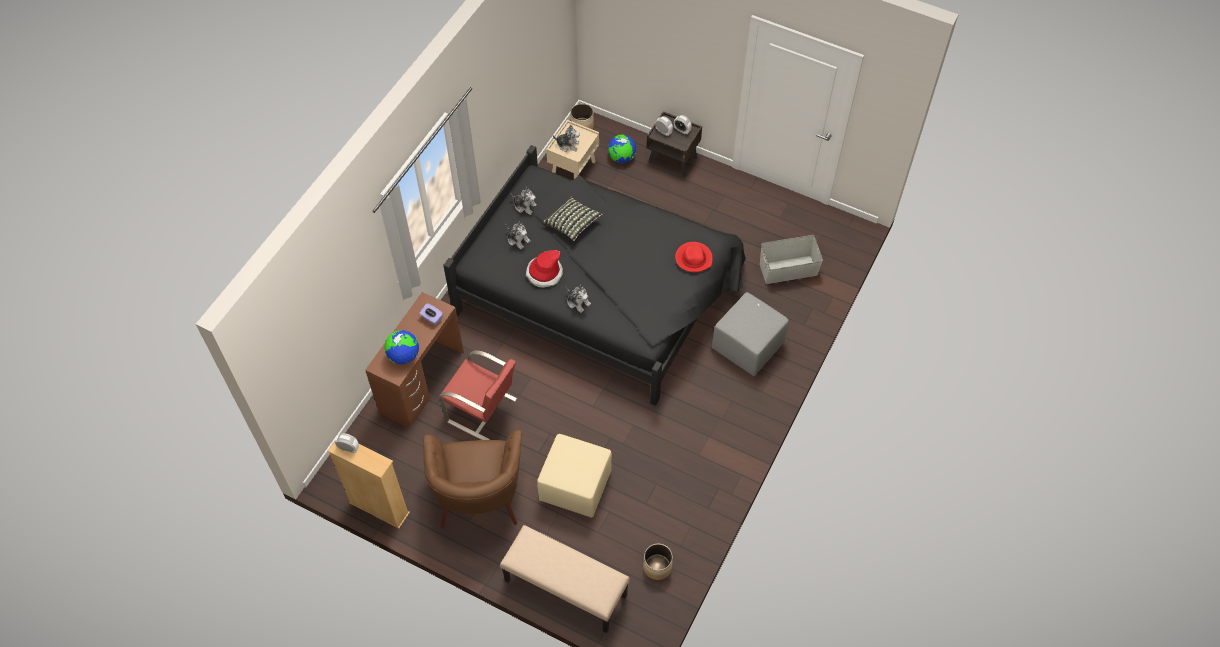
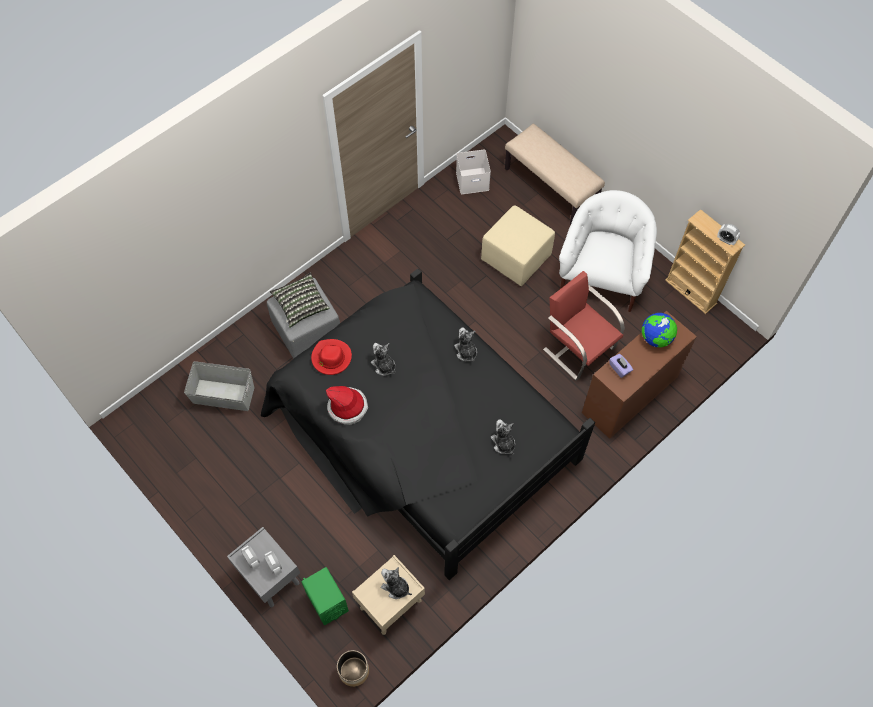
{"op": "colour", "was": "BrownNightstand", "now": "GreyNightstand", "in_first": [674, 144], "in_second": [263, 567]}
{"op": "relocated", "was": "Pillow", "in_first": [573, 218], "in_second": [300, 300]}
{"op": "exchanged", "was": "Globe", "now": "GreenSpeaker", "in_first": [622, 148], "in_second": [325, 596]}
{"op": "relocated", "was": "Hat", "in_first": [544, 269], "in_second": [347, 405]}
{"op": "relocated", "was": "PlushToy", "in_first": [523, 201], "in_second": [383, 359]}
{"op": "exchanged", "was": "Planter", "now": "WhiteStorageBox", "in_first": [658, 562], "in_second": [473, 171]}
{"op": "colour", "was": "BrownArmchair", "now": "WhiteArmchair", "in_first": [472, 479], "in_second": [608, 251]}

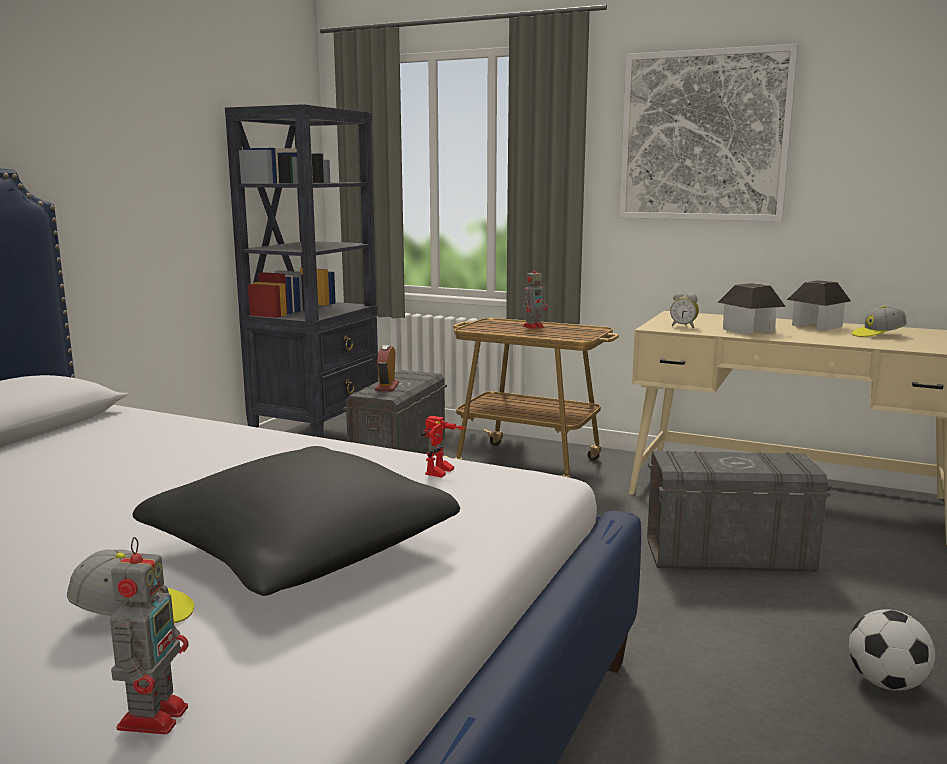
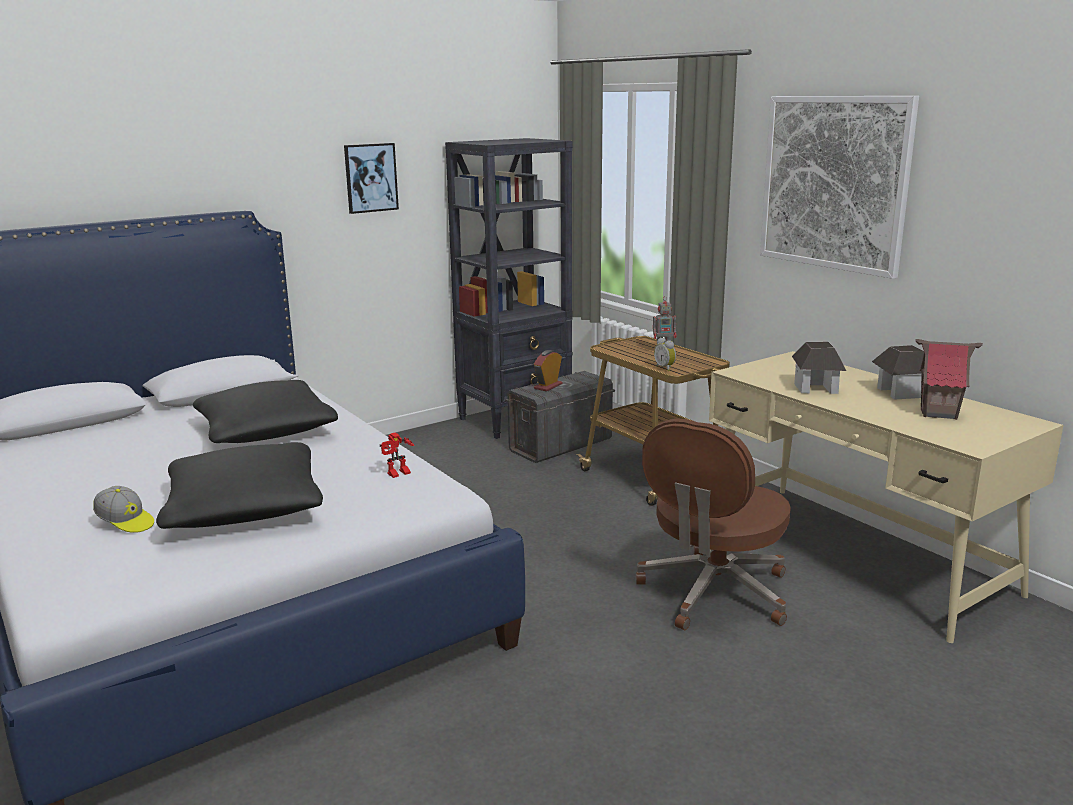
{"op": "appeared", "now": "BlackPillow", "in_second": [265, 411]}
{"op": "appeared", "now": "Picture", "in_second": [371, 178]}
{"op": "exchanged", "was": "GreyStorageBox", "now": "BrownOfficeChair", "in_first": [739, 511], "in_second": [713, 524]}
{"op": "relocated", "was": "AlarmClock", "in_first": [684, 310], "in_second": [665, 354]}
{"op": "exchanged", "was": "Cap", "now": "ToyHouse", "in_first": [879, 321], "in_second": [949, 379]}
{"op": "missing", "was": "ToyRobot", "in_first": [149, 636]}
{"op": "missing", "was": "Football", "in_first": [892, 650]}

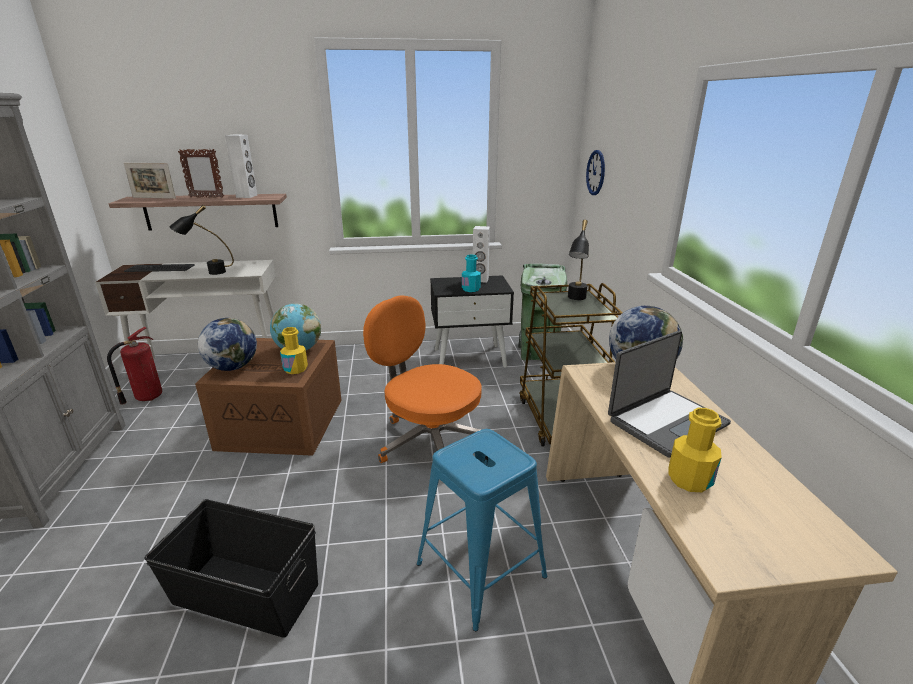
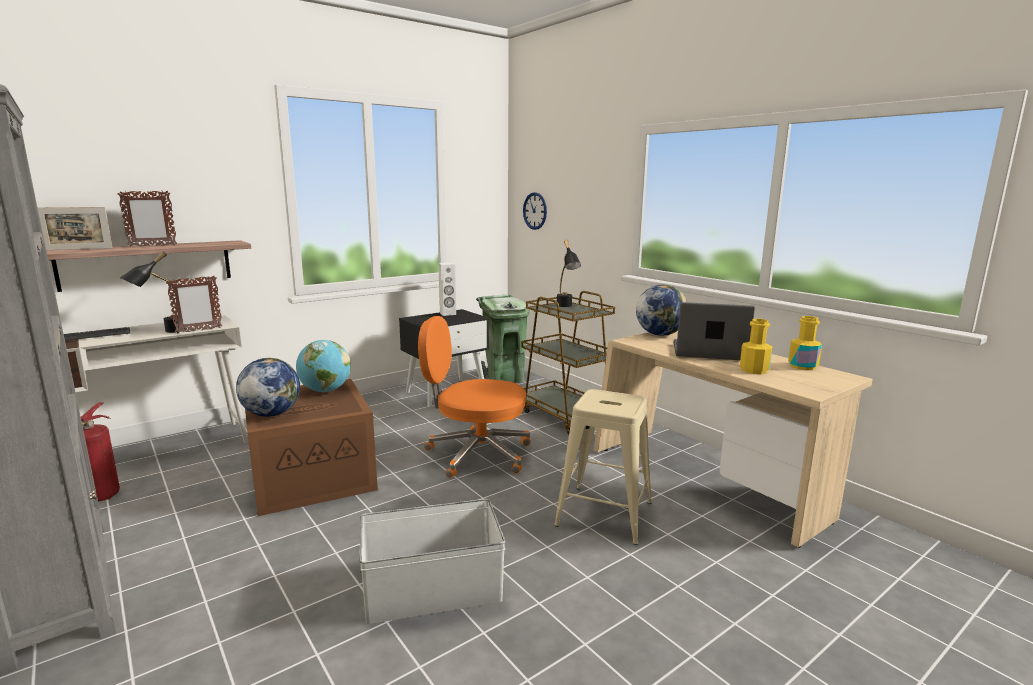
{"op": "appeared", "now": "PictureFrame", "in_second": [194, 304]}
{"op": "colour", "was": "BlackStorageBox", "now": "WhiteStorageBox", "in_first": [231, 568], "in_second": [432, 561]}
{"op": "colour", "was": "BlueStool", "now": "BeigeStool", "in_first": [482, 530], "in_second": [603, 467]}
{"op": "spun", "was": "Laptop", "in_first": [669, 394], "in_second": [714, 331], "clockwise": -105}
{"op": "relocated", "was": "YellowBottle", "in_first": [294, 350], "in_second": [805, 343]}
{"op": "missing", "was": "WhiteSpeaker", "in_first": [241, 166]}
{"op": "missing", "was": "TurquoiseBottle", "in_first": [471, 273]}

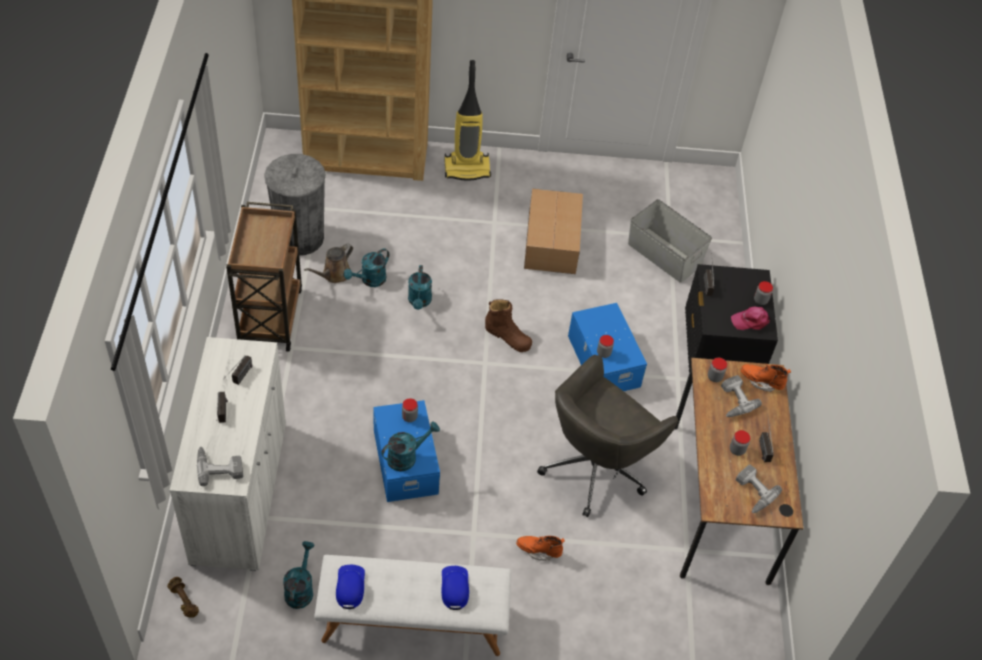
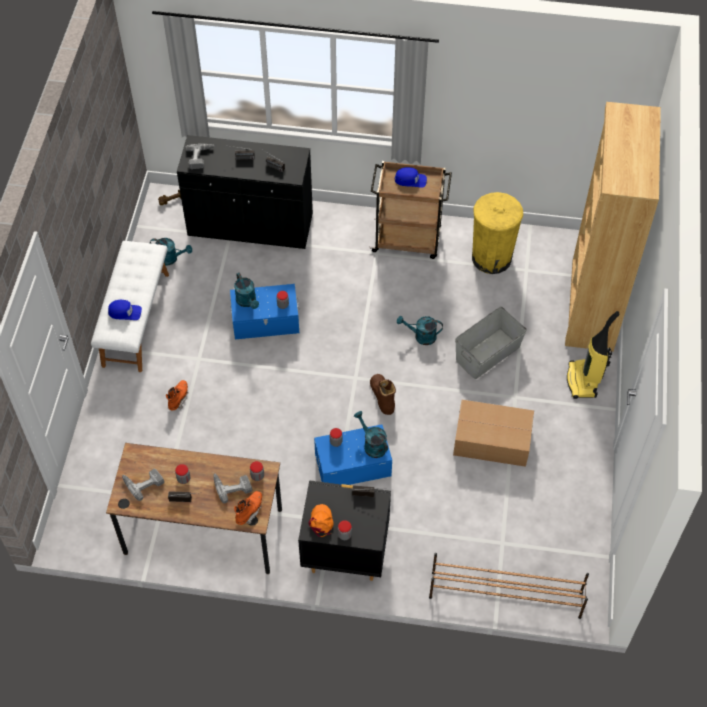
{"op": "colour", "was": "WhiteCabinet", "now": "BlackCabinet", "in_first": [227, 454], "in_second": [245, 192]}
{"op": "colour", "was": "PinkCap", "now": "OrangeCap", "in_first": [750, 318], "in_second": [321, 520]}
{"op": "relocated", "was": "TurquoiseWateringCan", "in_first": [366, 267], "in_second": [371, 434]}
{"op": "spun", "was": "BrownBoot", "in_first": [508, 325], "in_second": [383, 394], "clockwise": 120}
{"op": "relocated", "was": "BlueCap", "in_first": [350, 587], "in_second": [411, 177]}
{"op": "appeared", "now": "BrownShoeRack", "in_second": [509, 586]}
{"op": "relocated", "was": "GreyStorageBox", "in_first": [670, 241], "in_second": [491, 342]}
{"op": "colour", "was": "GreyTrashCan", "now": "YellowTrashCan", "in_first": [295, 205], "in_second": [497, 233]}
{"op": "missing", "was": "BrownWateringCan", "in_first": [328, 263]}
{"op": "missing", "was": "GreyOfficeChair", "in_first": [608, 436]}

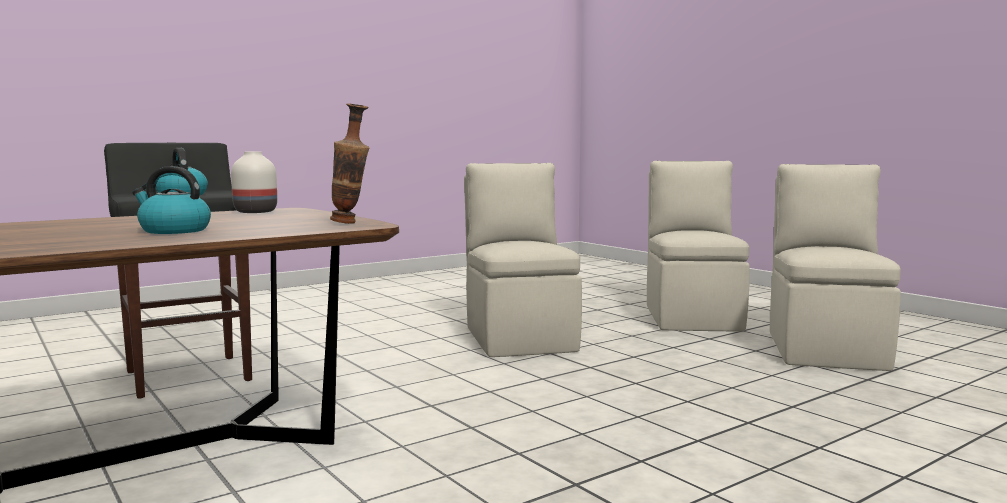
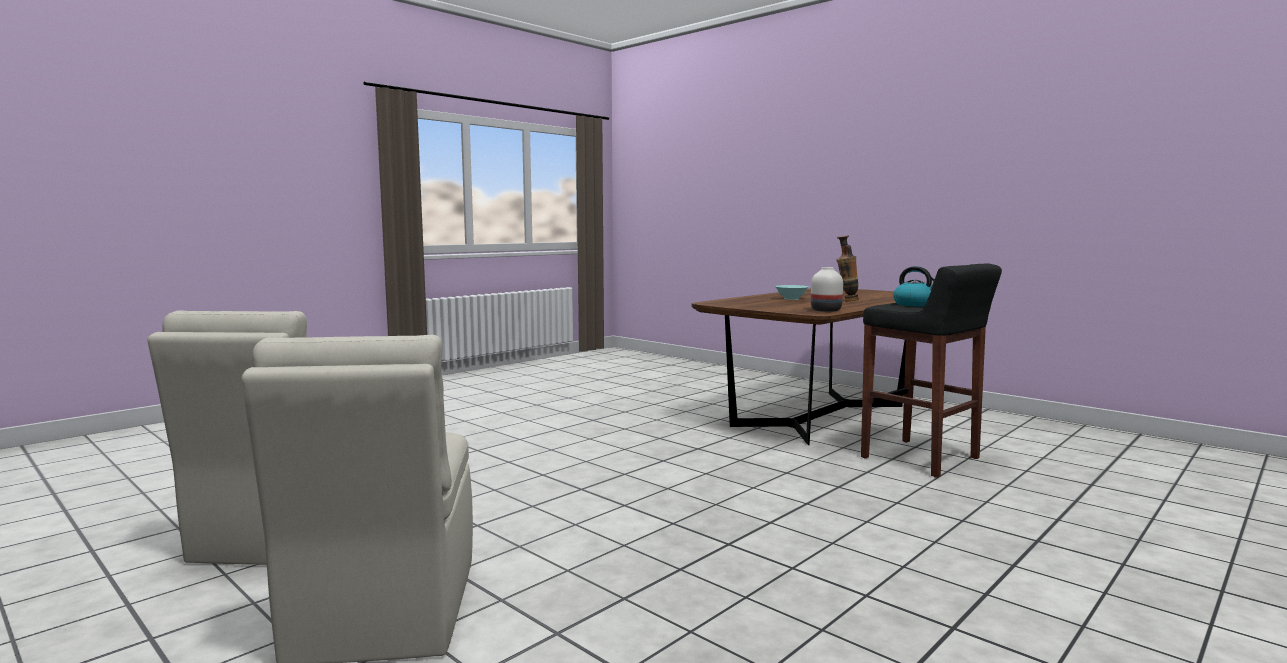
{"op": "exchanged", "was": "Kettle", "now": "TurquoiseBowl", "in_first": [171, 200], "in_second": [792, 292]}
{"op": "relocated", "was": "Vase", "in_first": [349, 163], "in_second": [847, 269]}
{"op": "missing", "was": "BeigeChair", "in_first": [523, 260]}

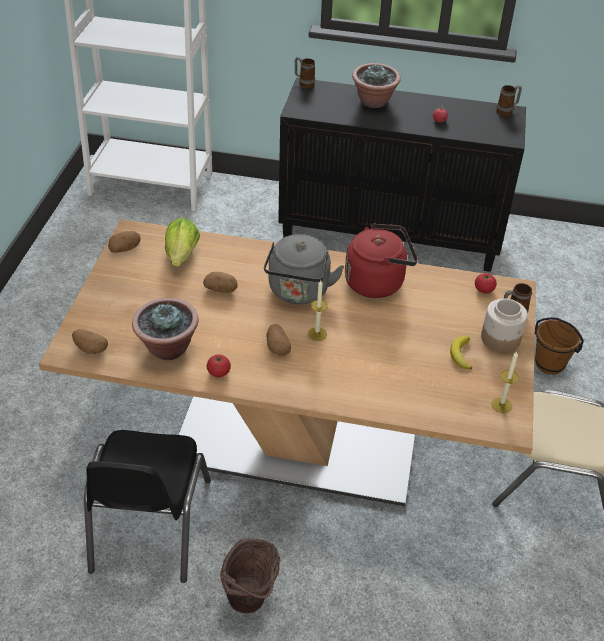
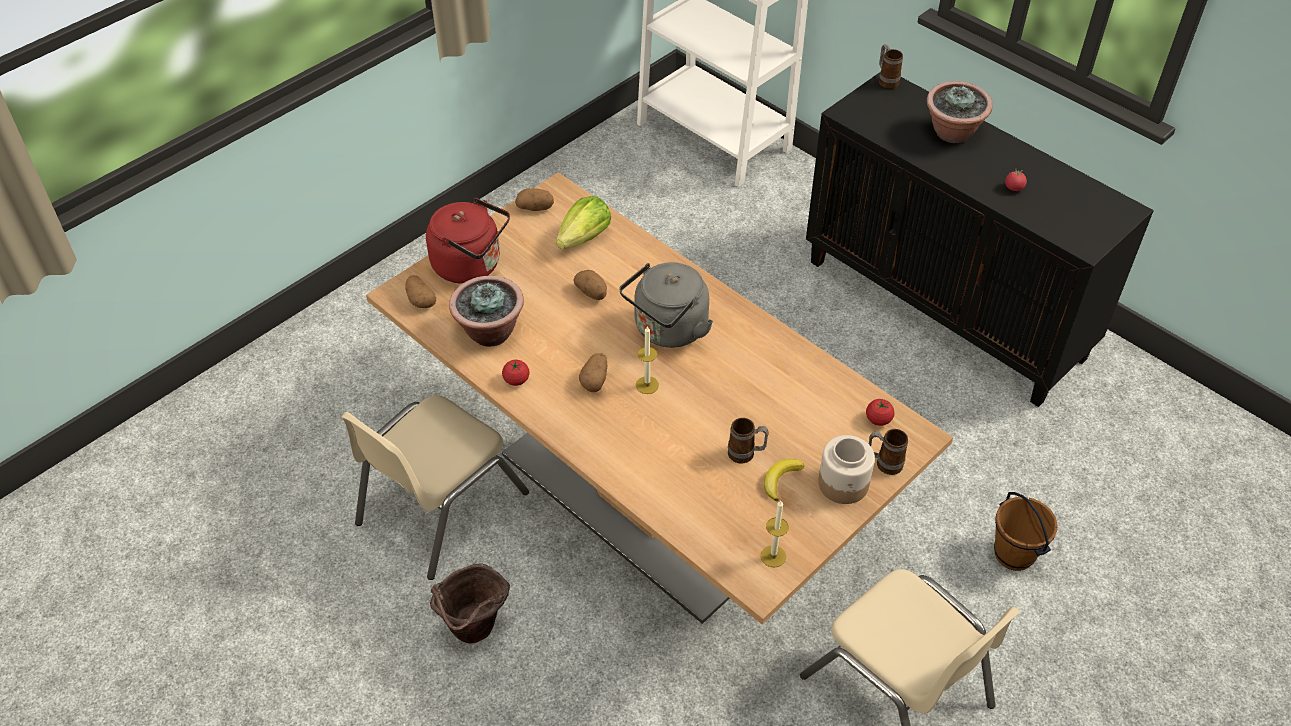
{"op": "colour", "was": "BlackChair", "now": "BeigeChair", "in_first": [147, 506], "in_second": [435, 487]}
{"op": "relocated", "was": "RedKettle", "in_first": [381, 260], "in_second": [468, 241]}
{"op": "relocated", "was": "Mug", "in_first": [509, 100], "in_second": [748, 440]}

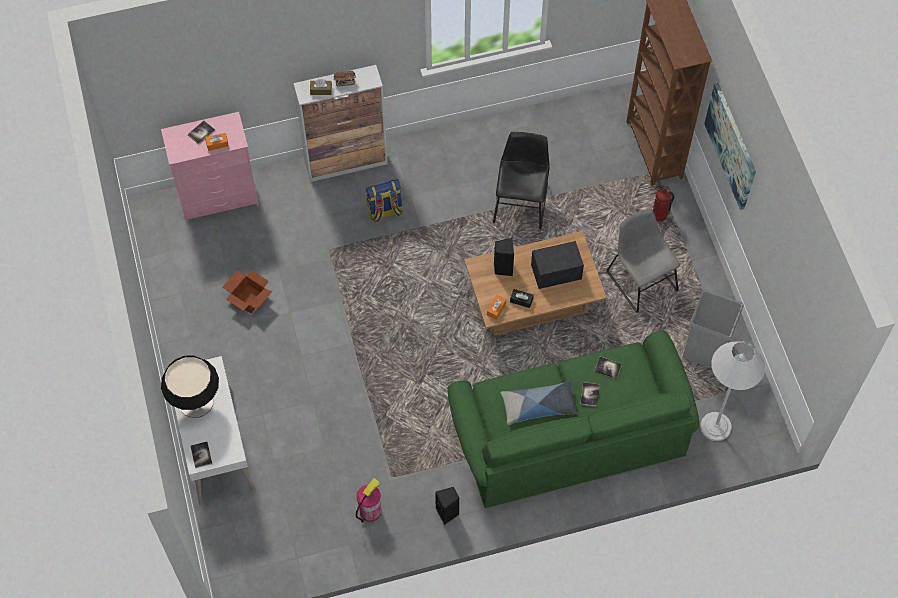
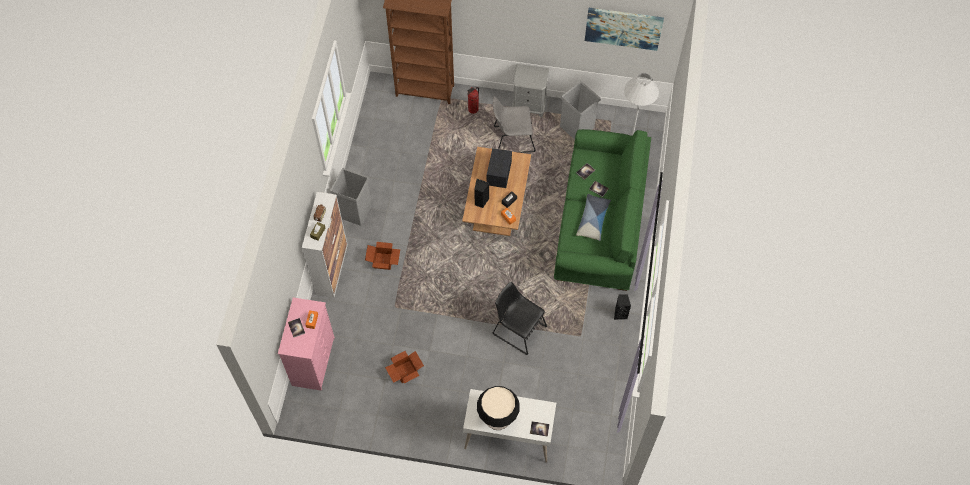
{"op": "appeared", "now": "GreyTrashCan", "in_second": [351, 197]}
{"op": "exchanged", "was": "Backpack", "now": "CardboardBox", "in_first": [384, 200], "in_second": [382, 256]}
{"op": "relocated", "was": "BlackChair", "in_first": [521, 180], "in_second": [520, 318]}
{"op": "appeared", "now": "GreyNightstand", "in_second": [530, 90]}
{"op": "relocated", "was": "Picture", "in_first": [730, 146], "in_second": [624, 29]}
{"op": "missing", "was": "FireExtinguisher", "in_first": [369, 500]}

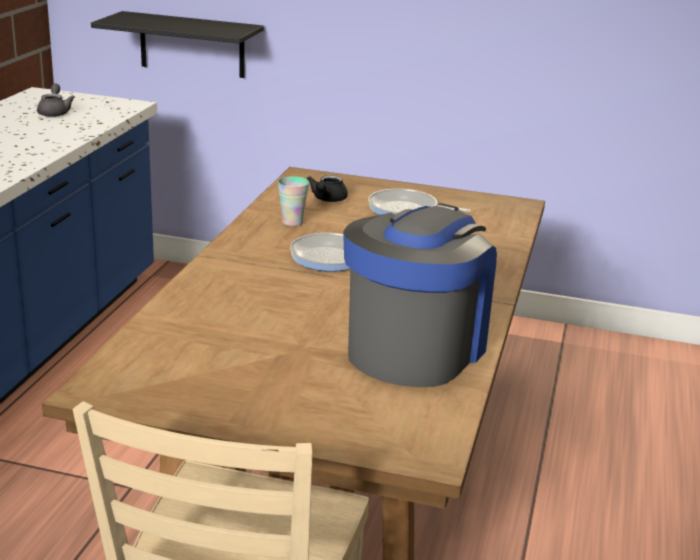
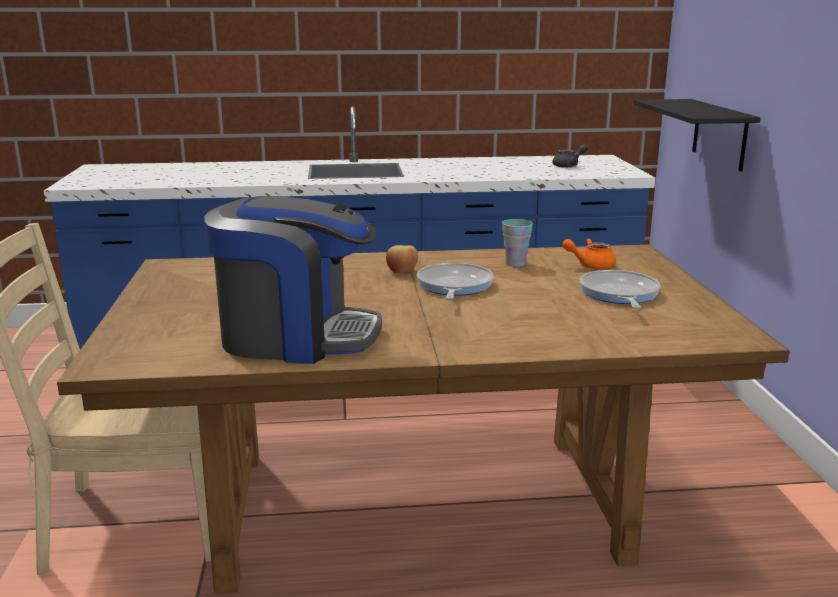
{"op": "appeared", "now": "Apple", "in_second": [402, 259]}
{"op": "colour", "was": "BlackTeapot", "now": "OrangeTeapot", "in_first": [327, 188], "in_second": [589, 254]}

